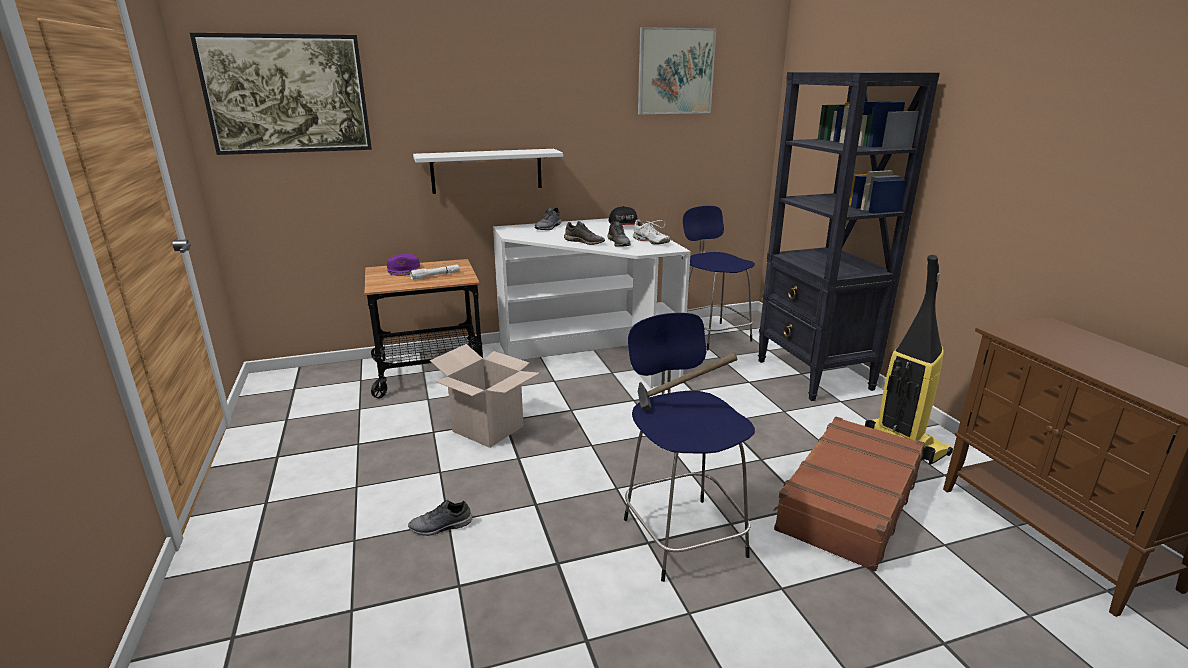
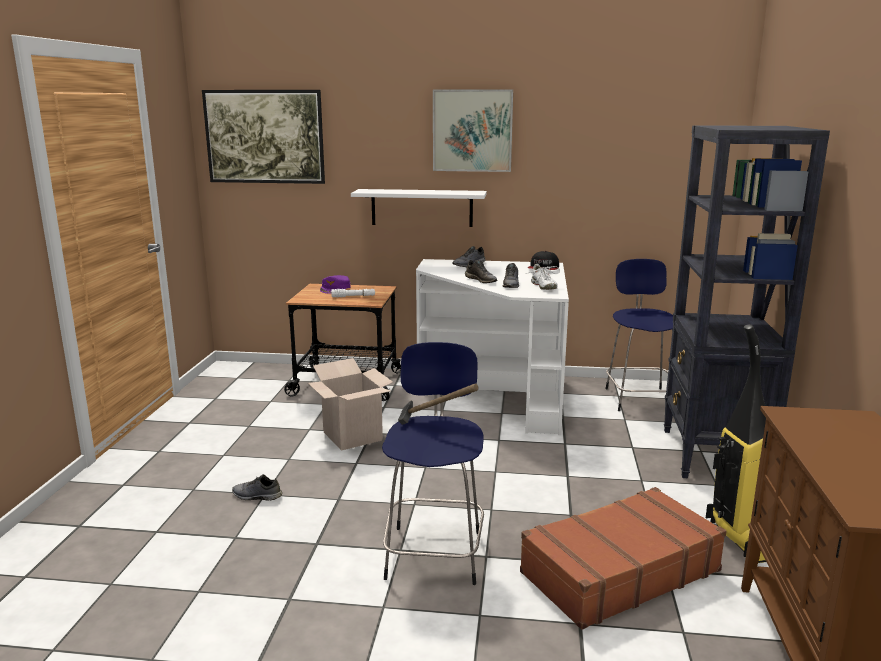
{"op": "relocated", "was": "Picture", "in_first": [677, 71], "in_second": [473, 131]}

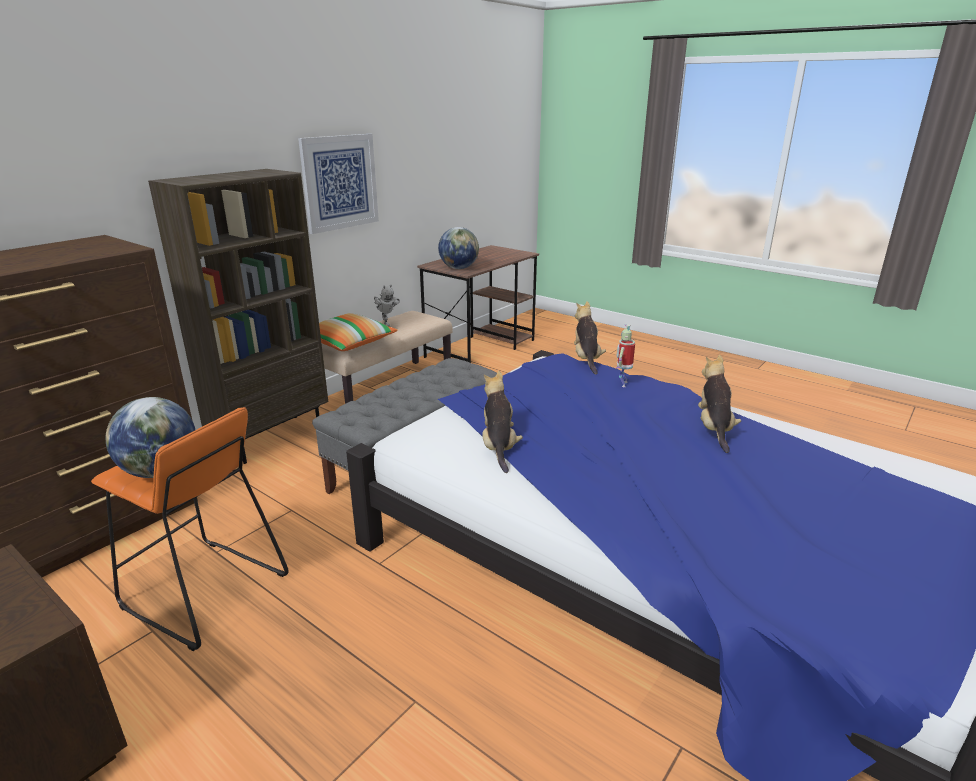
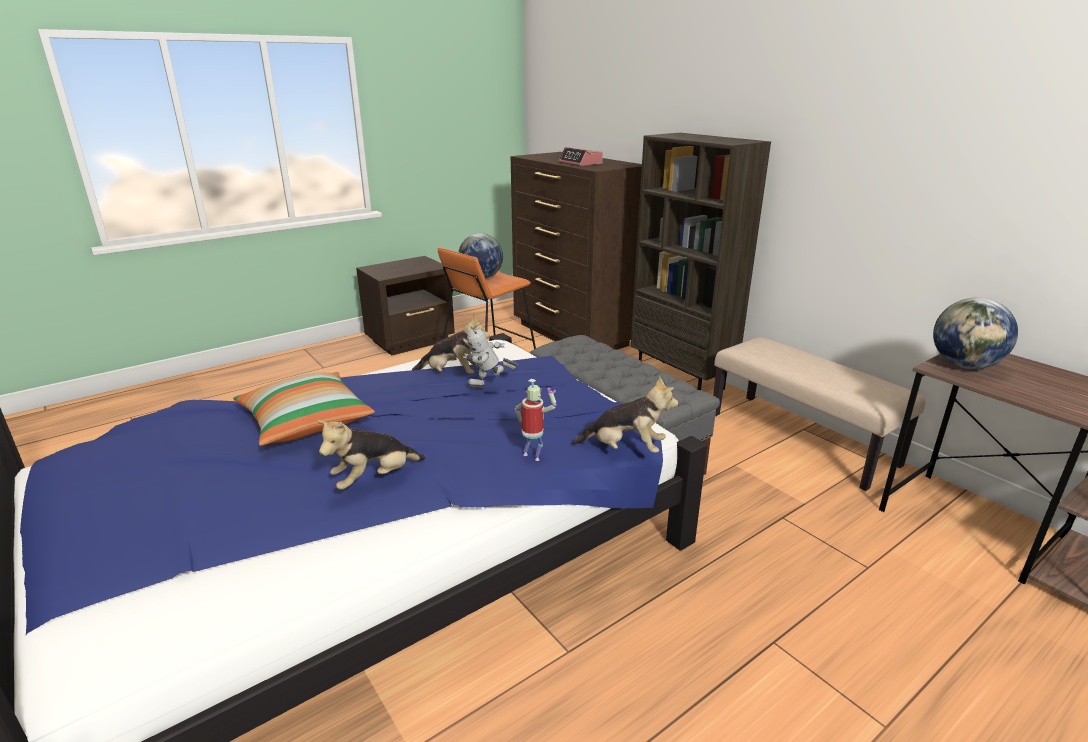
{"op": "relocated", "was": "Pillow", "in_first": [358, 332], "in_second": [304, 409]}
{"op": "spun", "was": "PlushToy", "in_first": [719, 404], "in_second": [371, 455], "clockwise": 120}
{"op": "relocated", "was": "ToyRobot", "in_first": [387, 306], "in_second": [490, 356]}
{"op": "appeared", "now": "AlarmClock", "in_second": [581, 156]}
{"op": "missing", "was": "Picture", "in_first": [338, 184]}

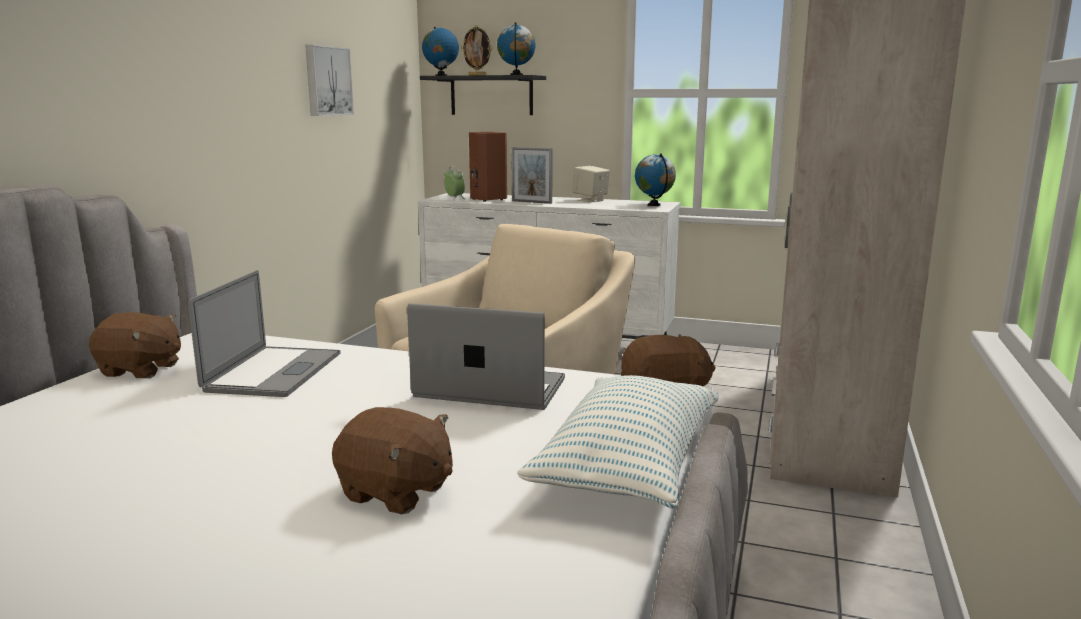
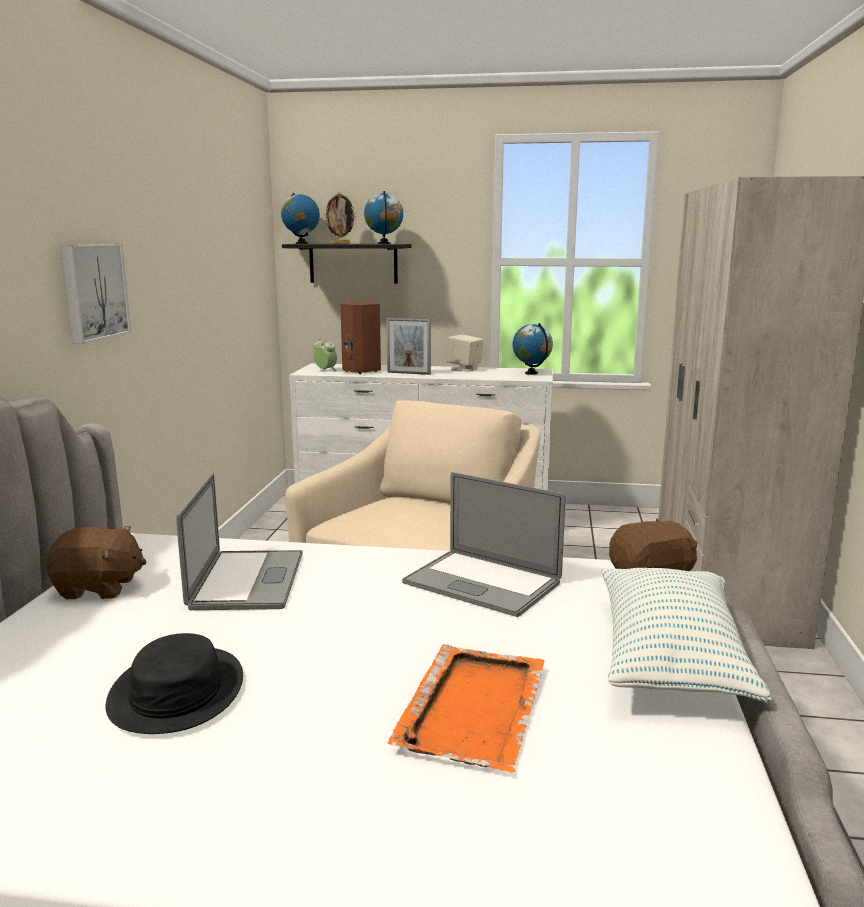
{"op": "relocated", "was": "Picture", "in_first": [329, 80], "in_second": [95, 294]}
{"op": "appeared", "now": "BlackHat", "in_second": [174, 683]}
{"op": "exchanged", "was": "BrownPlushToy", "now": "OrangeTray", "in_first": [392, 460], "in_second": [466, 708]}
{"op": "spun", "was": "Laptop", "in_first": [486, 356], "in_second": [483, 544], "clockwise": -150}

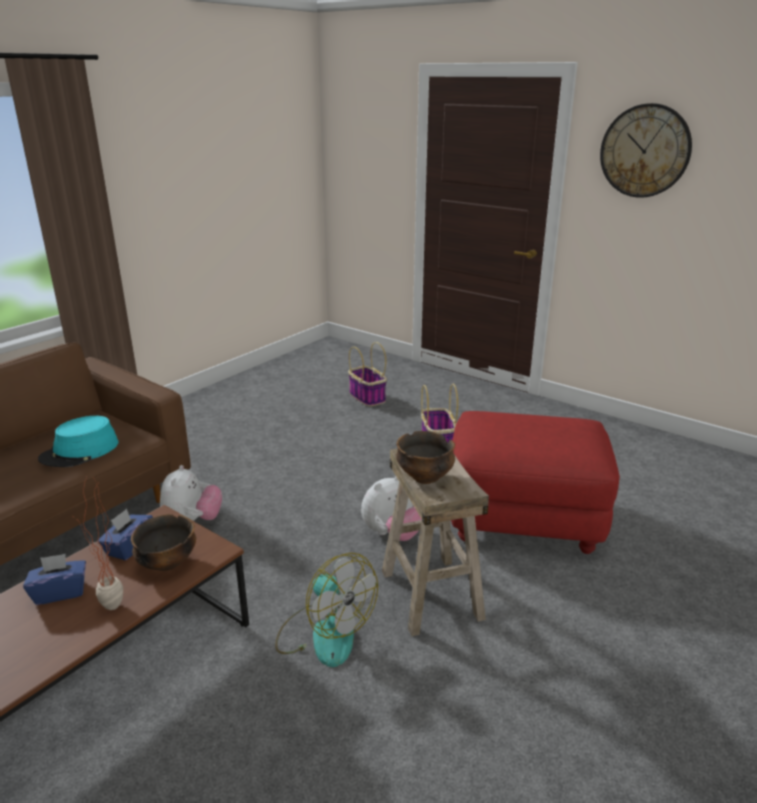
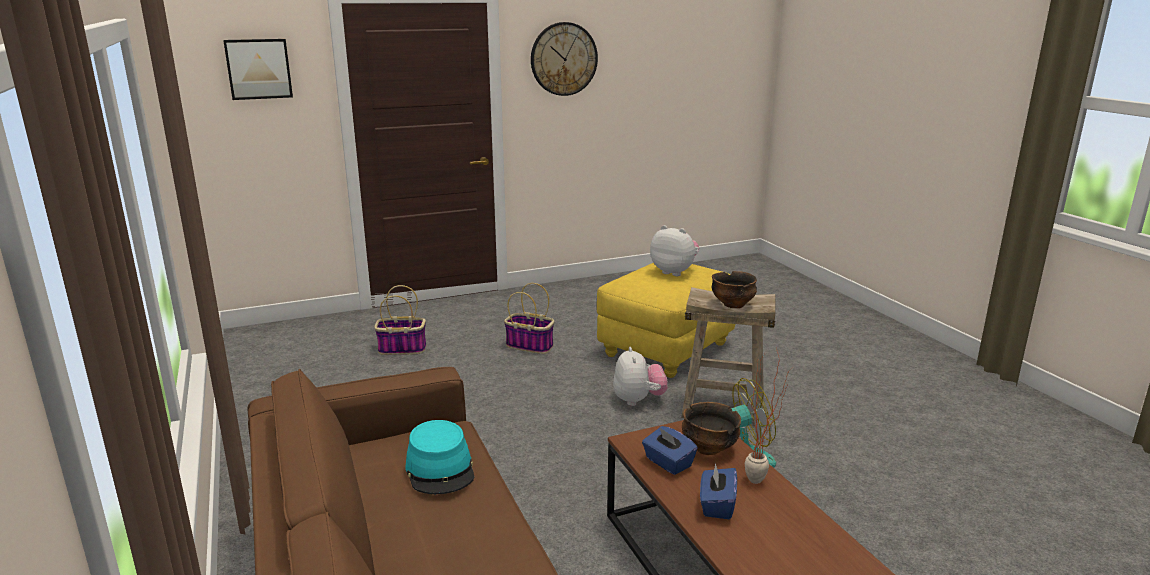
{"op": "appeared", "now": "Picture", "in_second": [258, 69]}
{"op": "colour", "was": "RedOttoman", "now": "YellowOttoman", "in_first": [535, 482], "in_second": [666, 320]}
{"op": "relocated", "was": "PlushToy", "in_first": [191, 493], "in_second": [674, 250]}

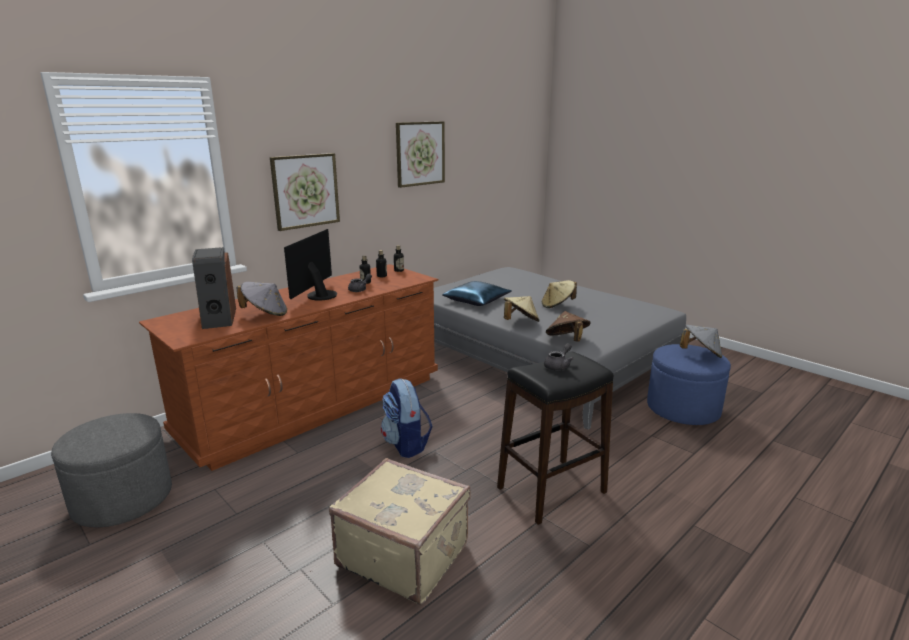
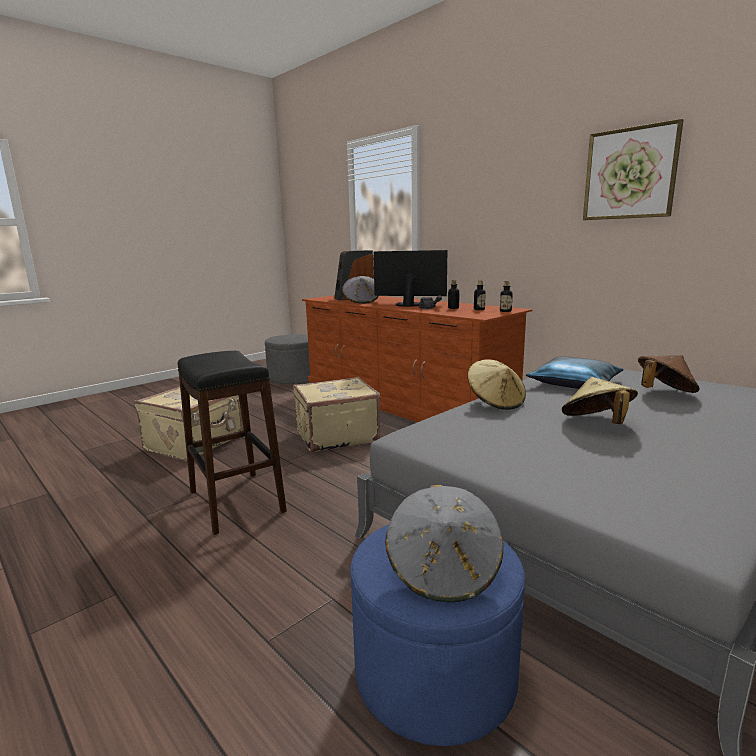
{"op": "exchanged", "was": "Backpack", "now": "BeigeSuitcase", "in_first": [407, 418], "in_second": [336, 415]}
{"op": "relocated", "was": "BrownHat", "in_first": [568, 326], "in_second": [669, 374]}
{"op": "missing", "was": "Picture", "in_first": [305, 192]}
{"op": "missing", "was": "GreyTeapot", "in_first": [559, 357]}

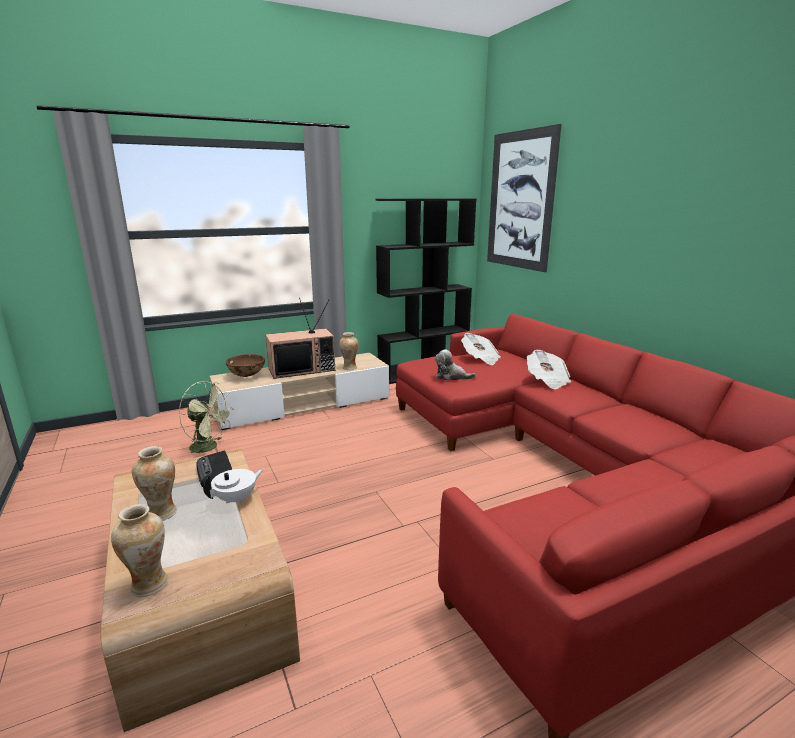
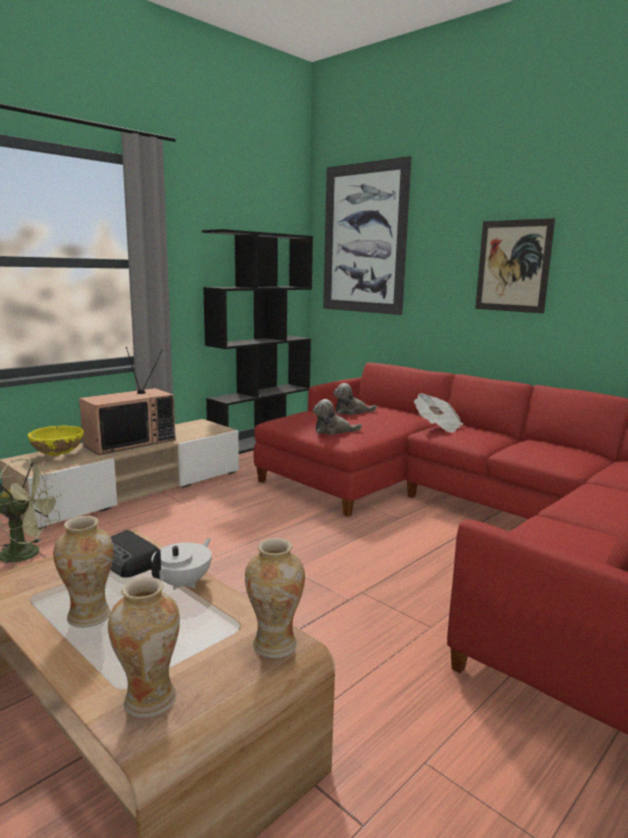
{"op": "colour", "was": "BrownBowl", "now": "YellowBowl", "in_first": [245, 365], "in_second": [56, 441]}
{"op": "relocated", "was": "Vase", "in_first": [348, 351], "in_second": [275, 598]}
{"op": "exchanged", "was": "Newspaper", "now": "PlushToy", "in_first": [481, 349], "in_second": [355, 399]}
{"op": "appeared", "now": "Picture", "in_second": [515, 265]}

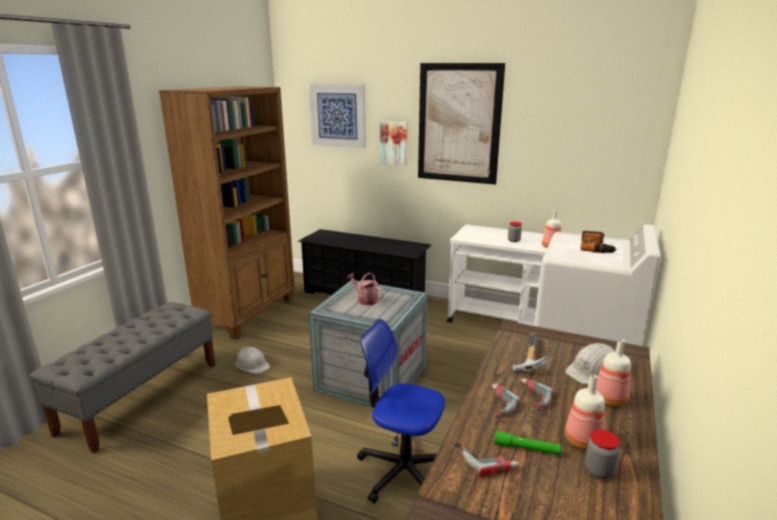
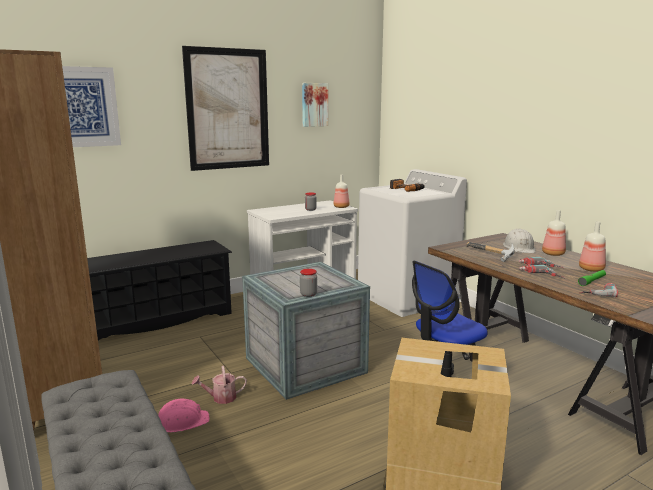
{"op": "colour", "was": "WhiteHardHat", "now": "PinkHardHat", "in_first": [253, 360], "in_second": [183, 416]}
{"op": "relocated", "was": "WateringCan", "in_first": [365, 288], "in_second": [219, 385]}
{"op": "relocated", "was": "Jar", "in_first": [602, 454], "in_second": [308, 283]}
{"op": "relocated", "was": "Picture", "in_first": [393, 143], "in_second": [315, 105]}

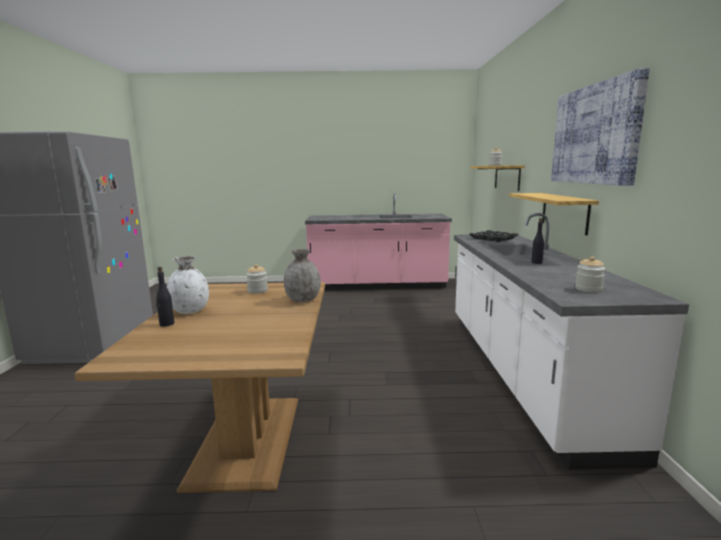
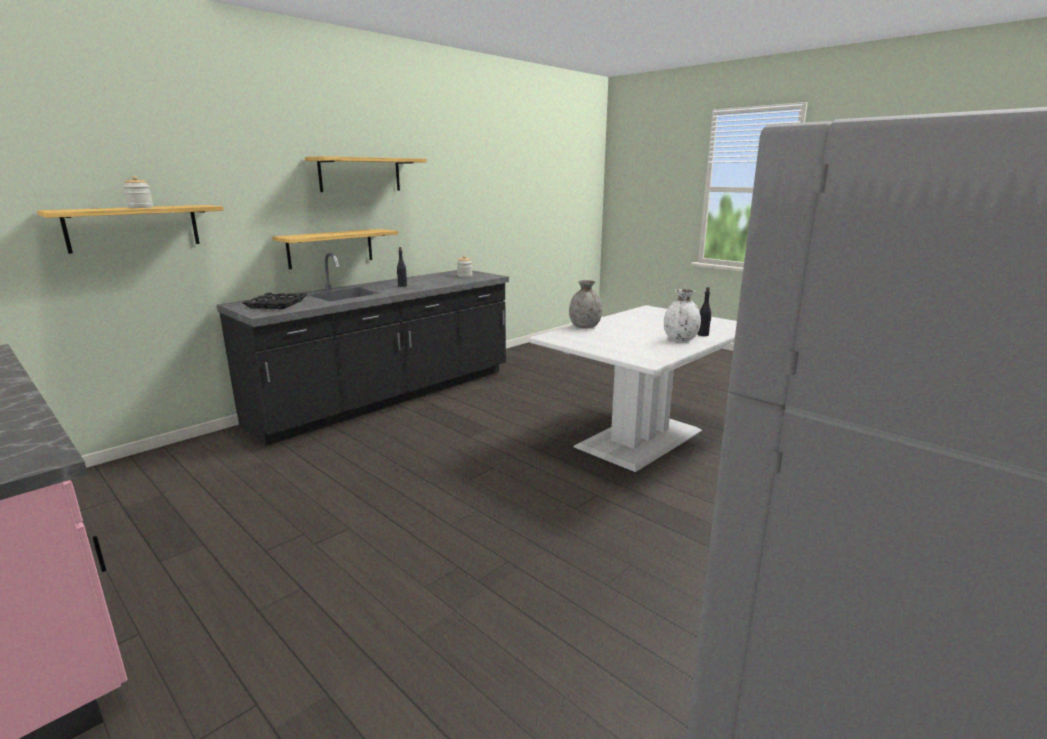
{"op": "colour", "was": "WhiteCounter", "now": "BlackCounter", "in_first": [571, 341], "in_second": [363, 349]}
{"op": "exchanged", "was": "Picture", "now": "Shelf", "in_first": [600, 127], "in_second": [366, 174]}
{"op": "colour", "was": "BrownDiningTable", "now": "WhiteDiningTable", "in_first": [200, 387], "in_second": [633, 388]}
{"op": "missing", "was": "Jar", "in_first": [257, 279]}

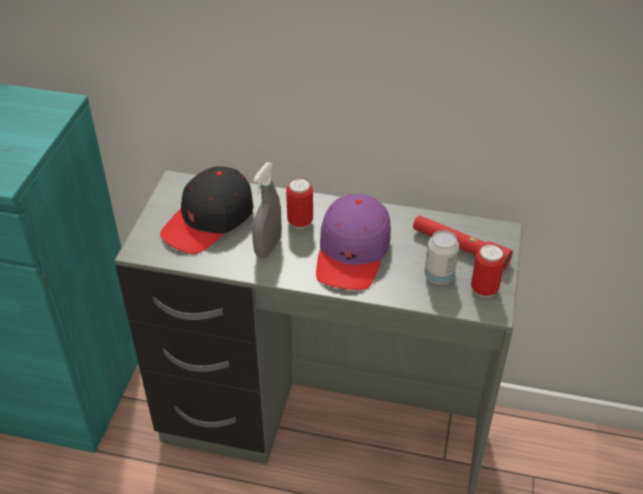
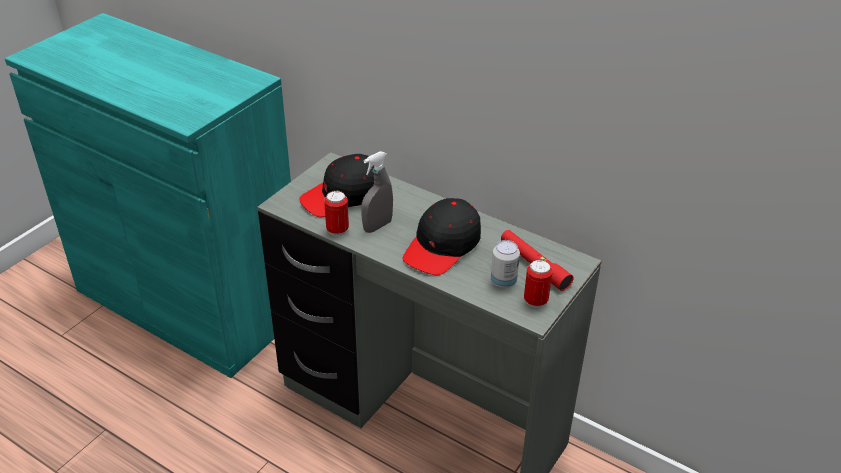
{"op": "relocated", "was": "Can", "in_first": [299, 203], "in_second": [336, 213]}
{"op": "colour", "was": "PurpleCap", "now": "BlackCap", "in_first": [353, 242], "in_second": [441, 237]}

